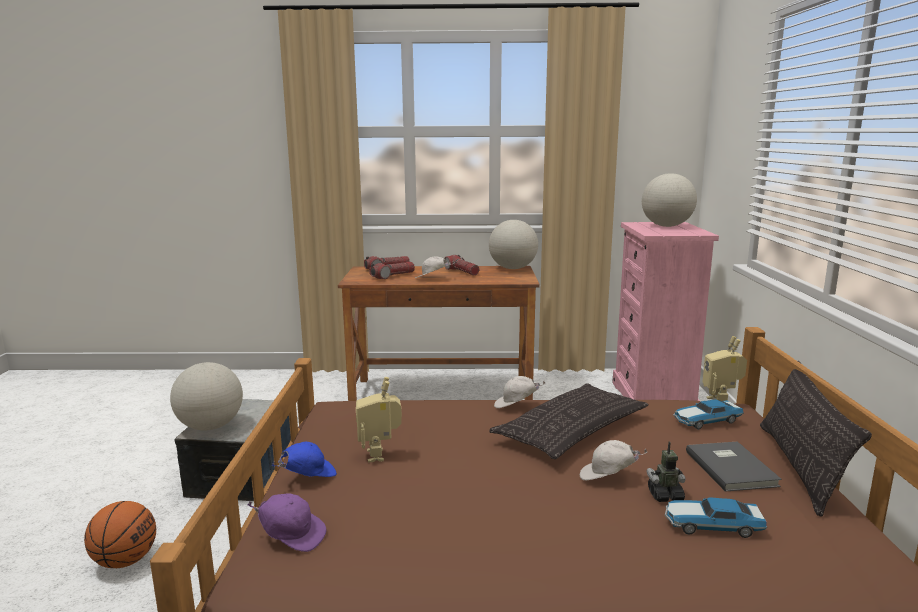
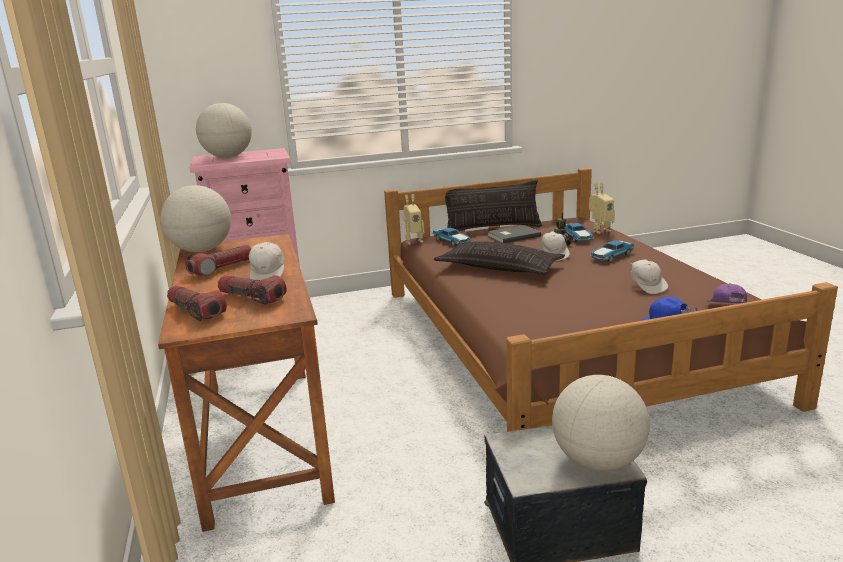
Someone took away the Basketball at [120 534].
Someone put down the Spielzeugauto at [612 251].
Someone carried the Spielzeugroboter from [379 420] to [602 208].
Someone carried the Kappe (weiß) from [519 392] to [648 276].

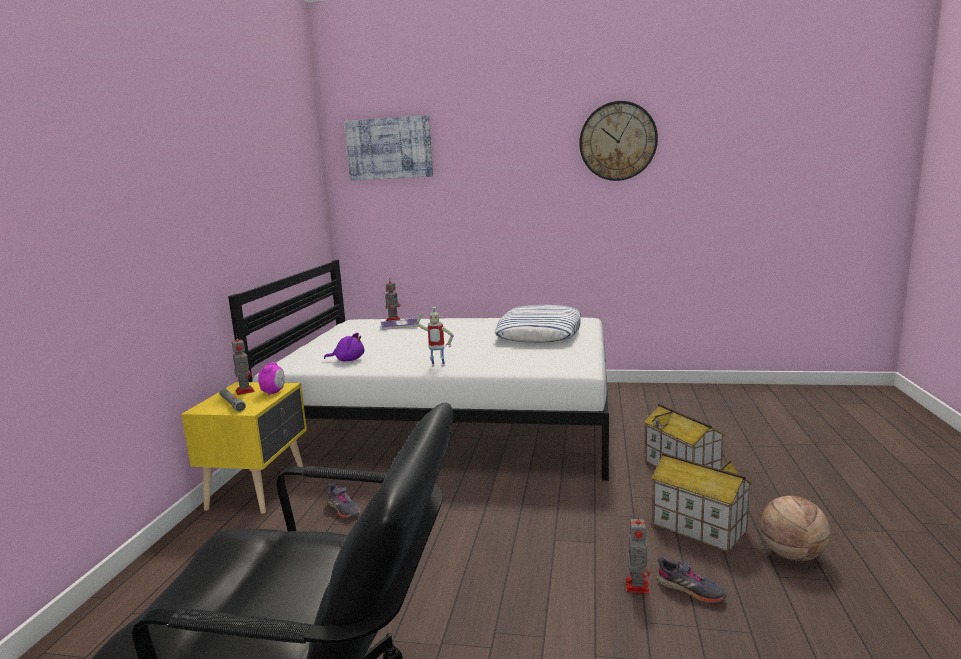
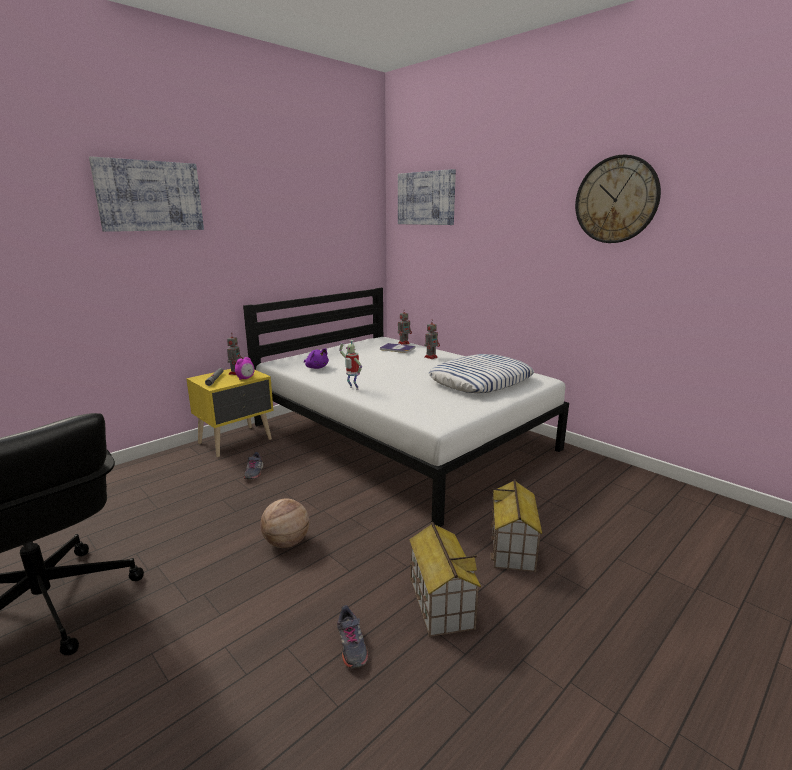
Someone put up the Bild at [146 194].
Someone carried the Spielzeugroboter from [637 553] to [432 339].
Someone carried the Basketball from [795 528] to [284 523].

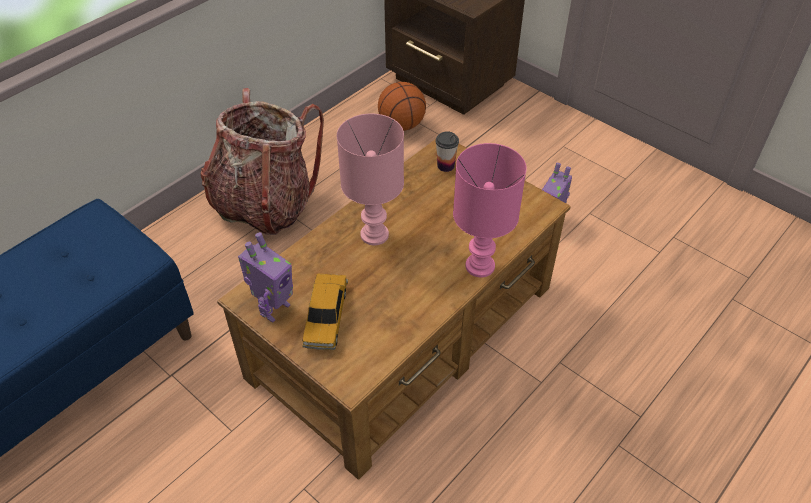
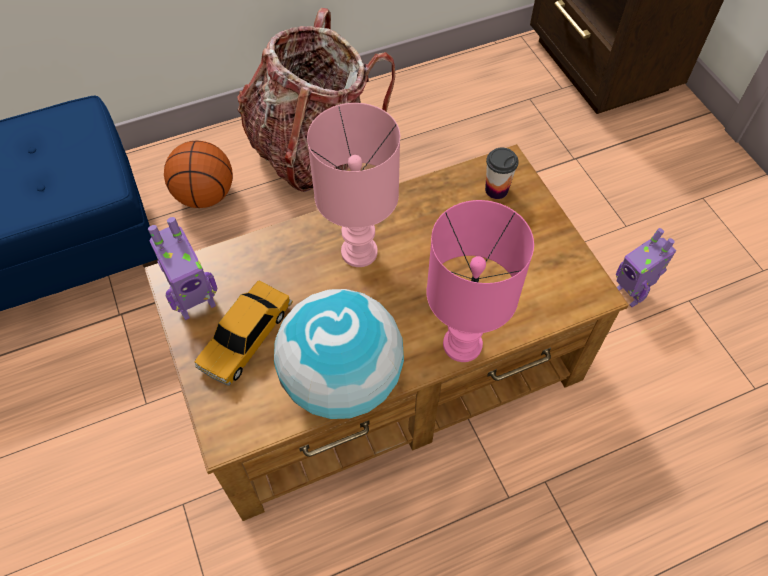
Someone put down the Globus at [339 354].
Someone carried the Basketball from [402 106] to [198 174].

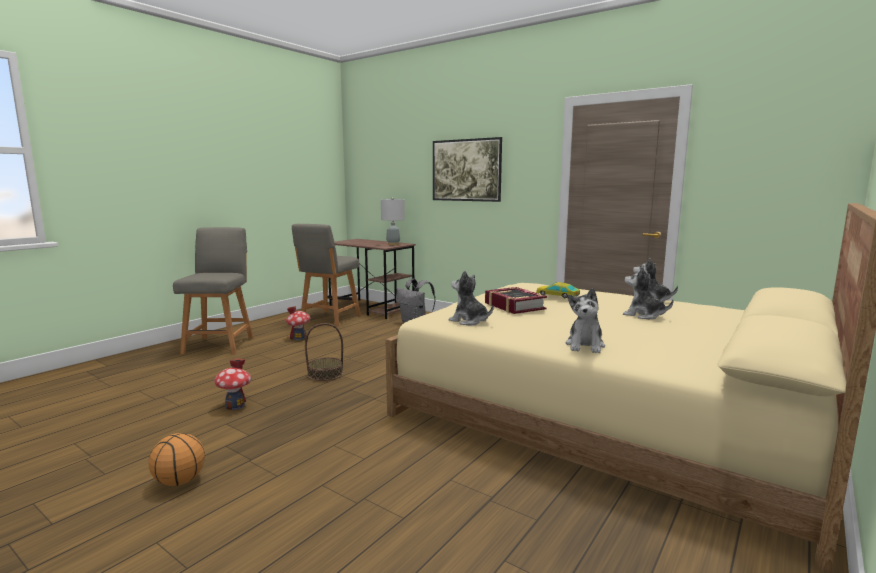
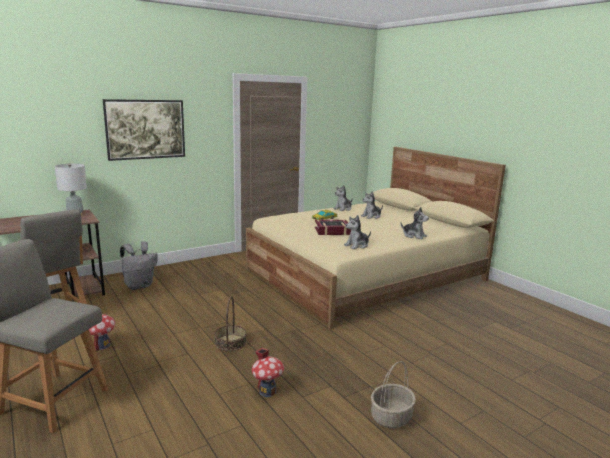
Someone swapped the Basketball at [177 459] for the Korb at [393 394].

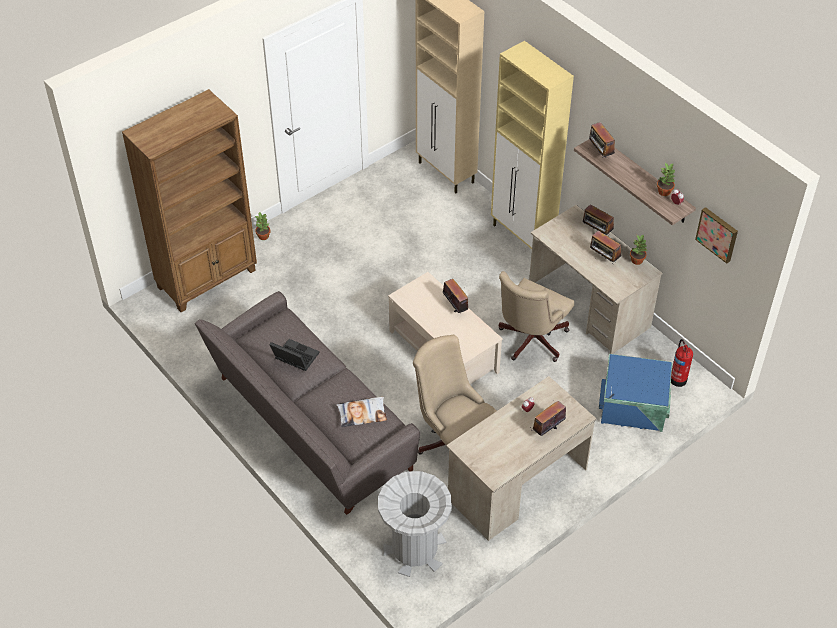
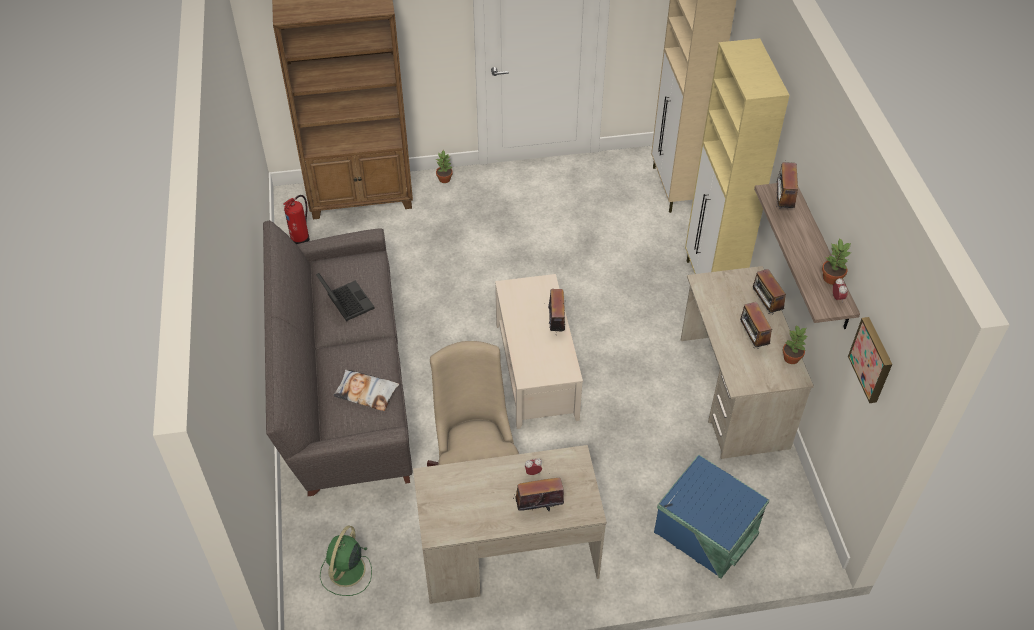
Someone took away the Bürostuhl (beige) at [536 316].
Someone carried the Feuerlöscher from [682 363] to [296 219].
Someone swapped the Mülleimer (grau) at [415 524] for the Ventilator (grün) at [346 561].

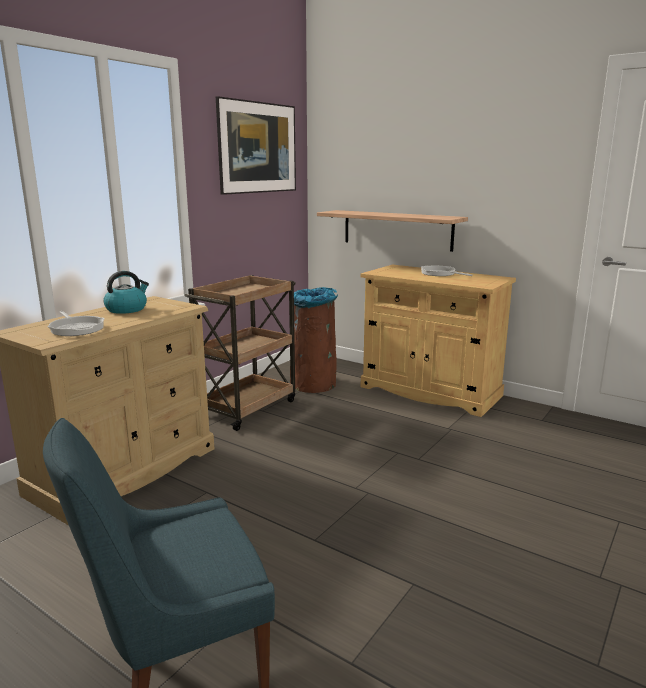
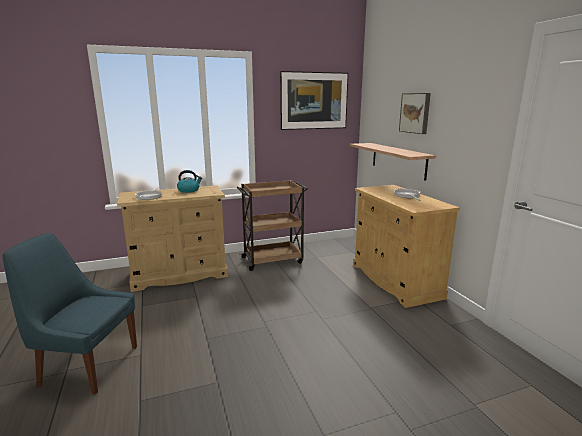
Someone took away the Mülleimer (braun) at [314 340].
Someone put up the Bild at [415 113].

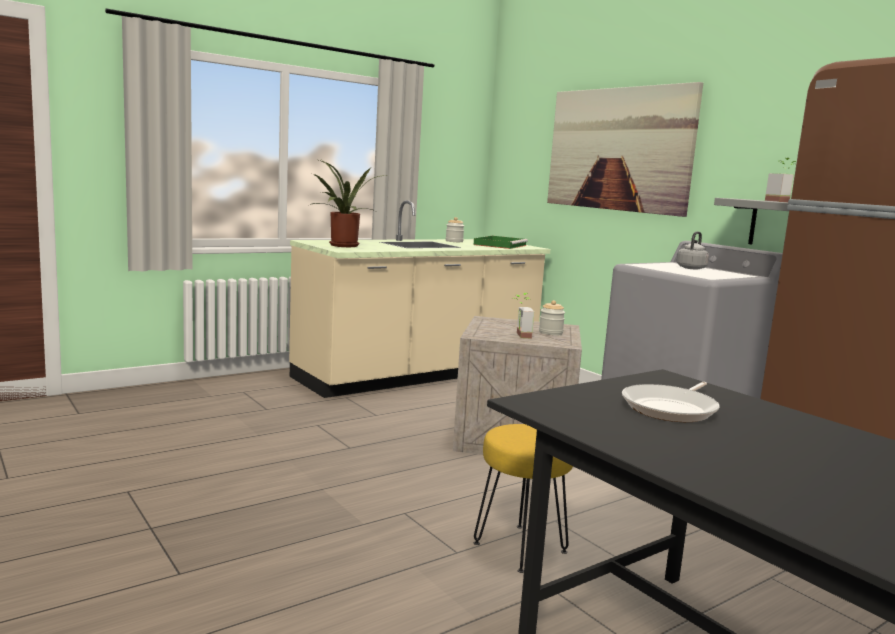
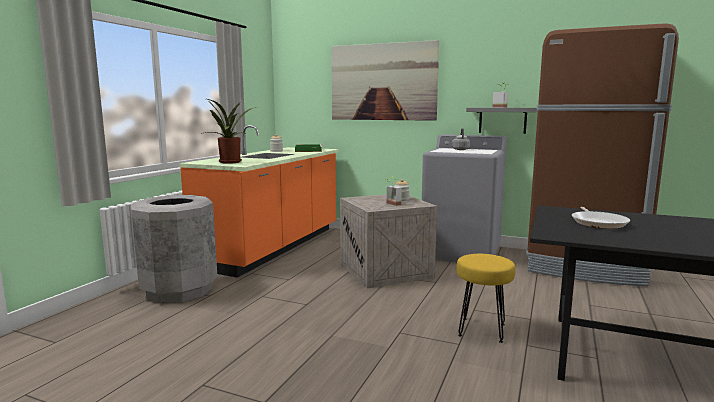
Someone put down the Mülleimer (grau) at [174 249].
Someone repainted the Küchenzeile (beige) at [420 299], which became the Küchenzeile (orange) at [259 201].

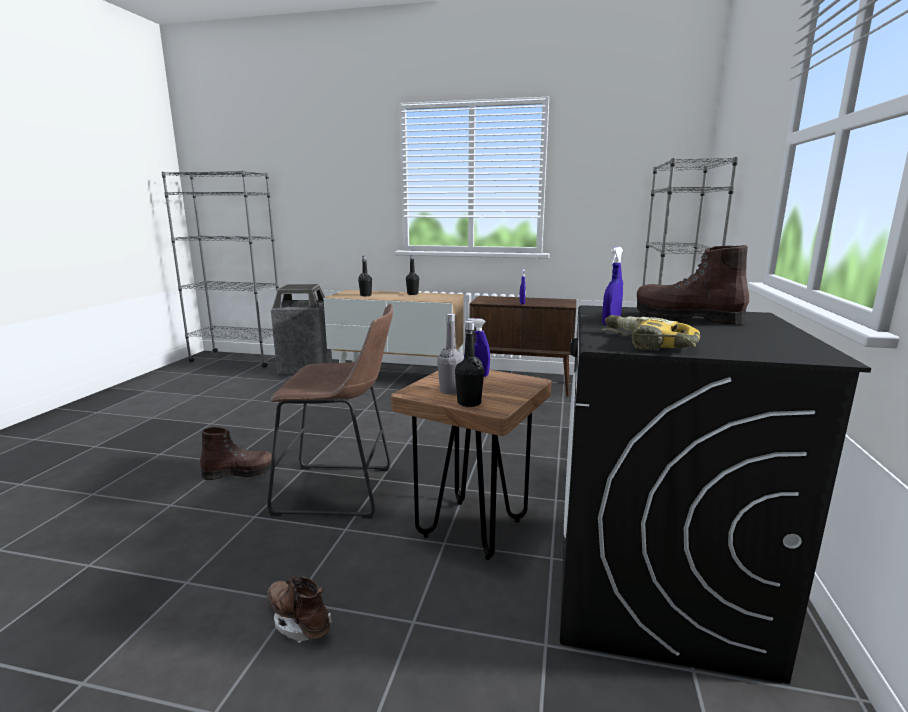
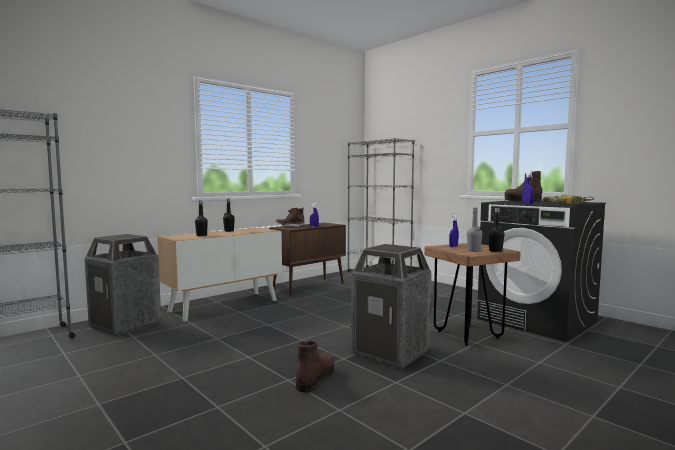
Someone carried the Stiefel (braun) from [299 609] to [290 217].
Someone swapped the Hocker (braun) at [330 411] for the Mülleimer at [391 307].

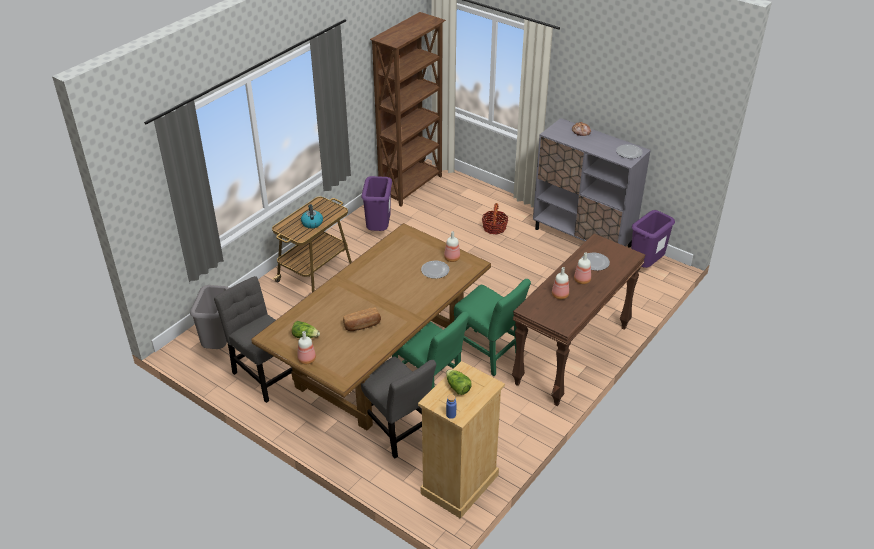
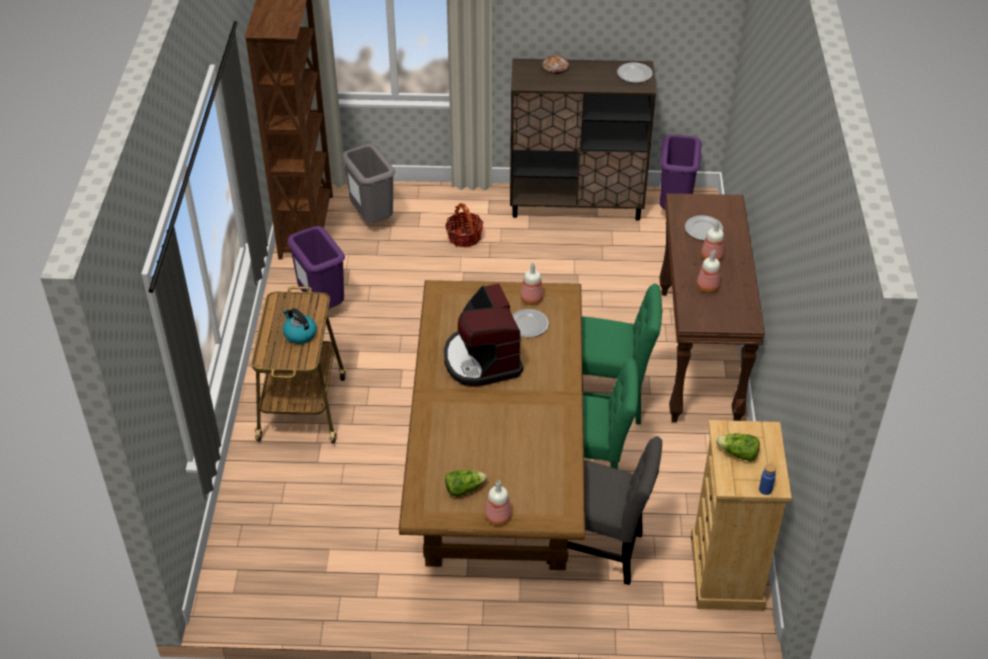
Someone took away the Stuhl (grau) at [253 339].
Someone took away the Brot at [362 319].
Someone put down the Kaffeemaschine at [483 335].
Someone carried the Mülleimer (grau) from [209 317] to [368 183].
Someone repainted the Schrank (grau) at [592 183], which became the Schrank (braun) at [583 140].

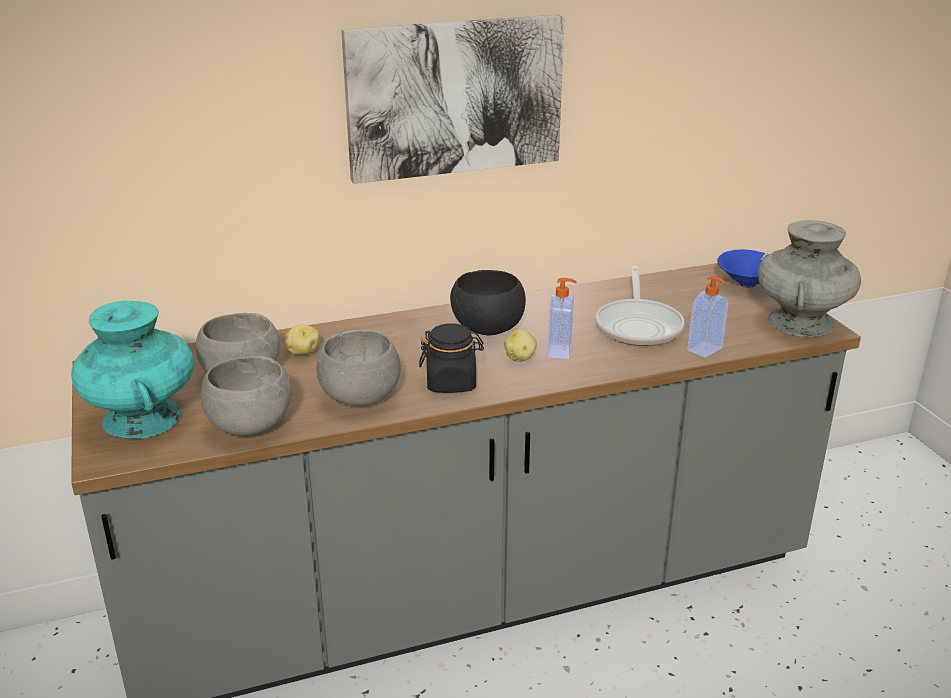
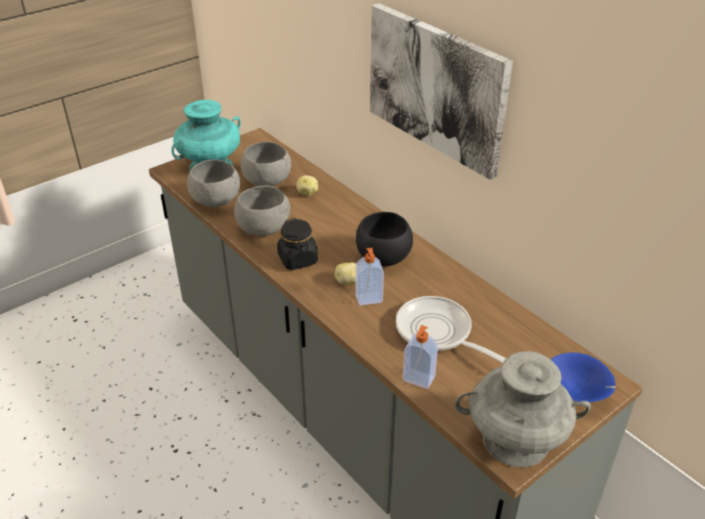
Someone rotated the Pfanne at [640 306] by 60 degrees clockwise.

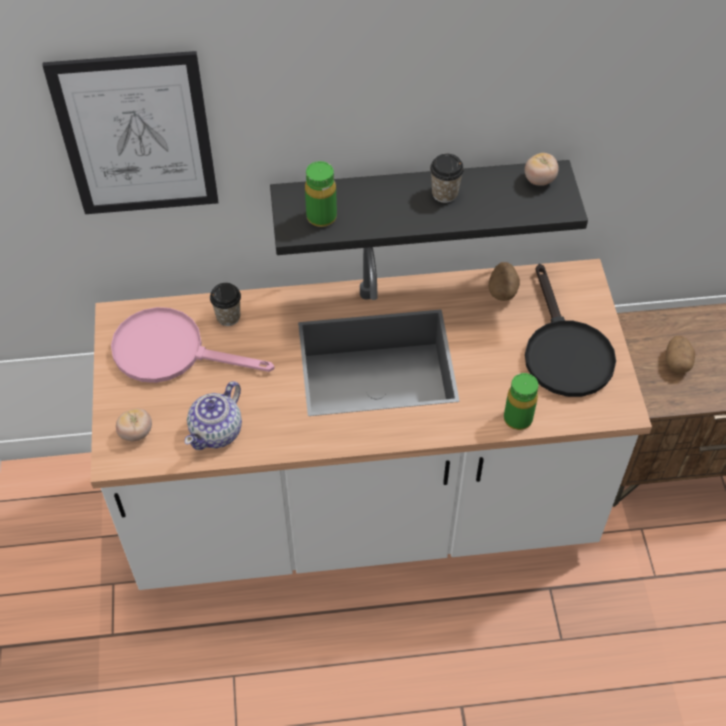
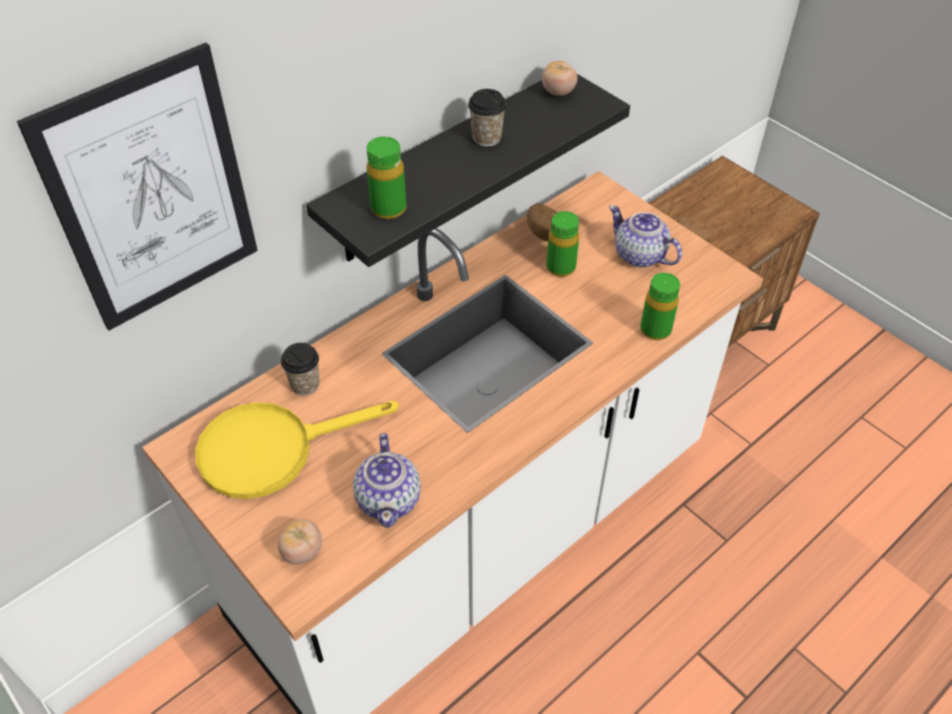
Someone put down the Flasche (grün) at [562 244].
Someone swapped the Pfanne (schwarz) at [570 330] for the Teekanne at [645 236].
Someone repainted the Pfanne (rosa) at [193 345], which became the Pfanne (gelb) at [297 450].

